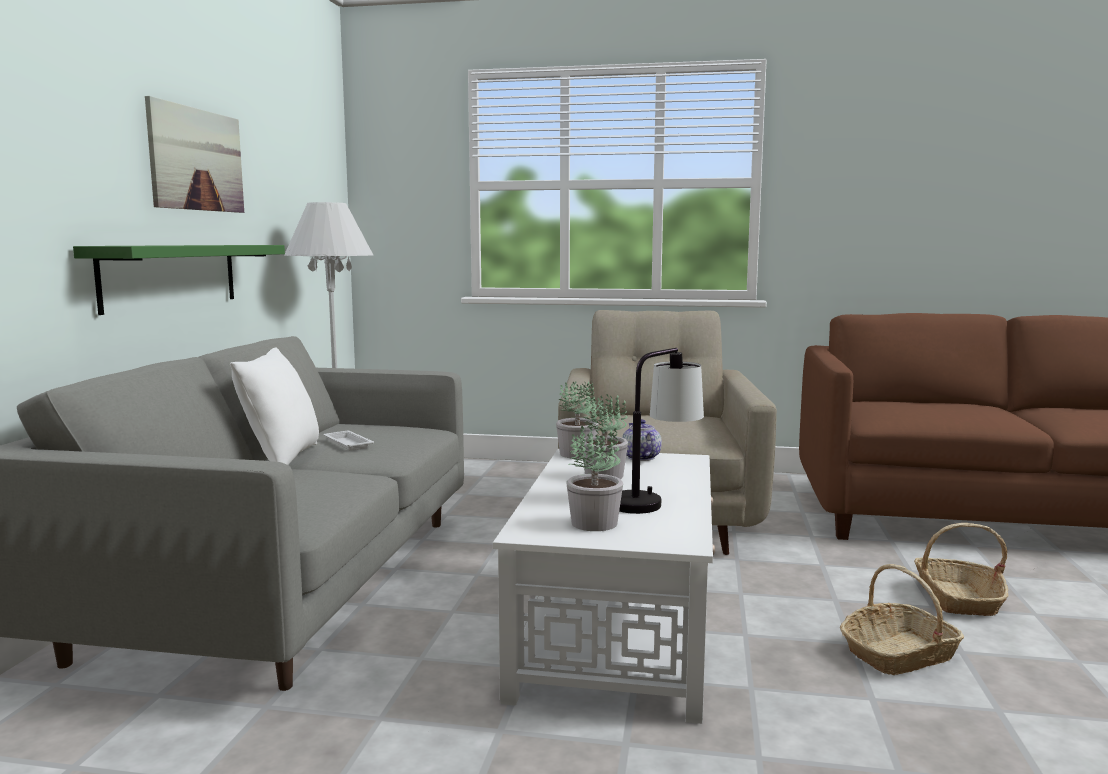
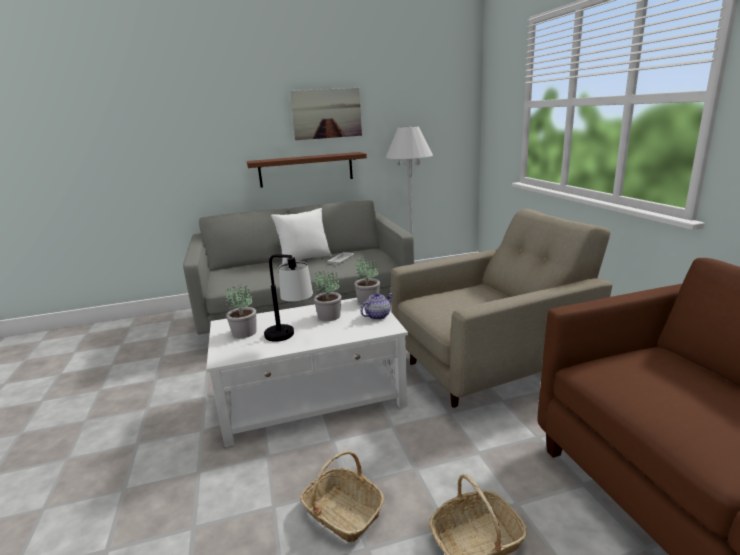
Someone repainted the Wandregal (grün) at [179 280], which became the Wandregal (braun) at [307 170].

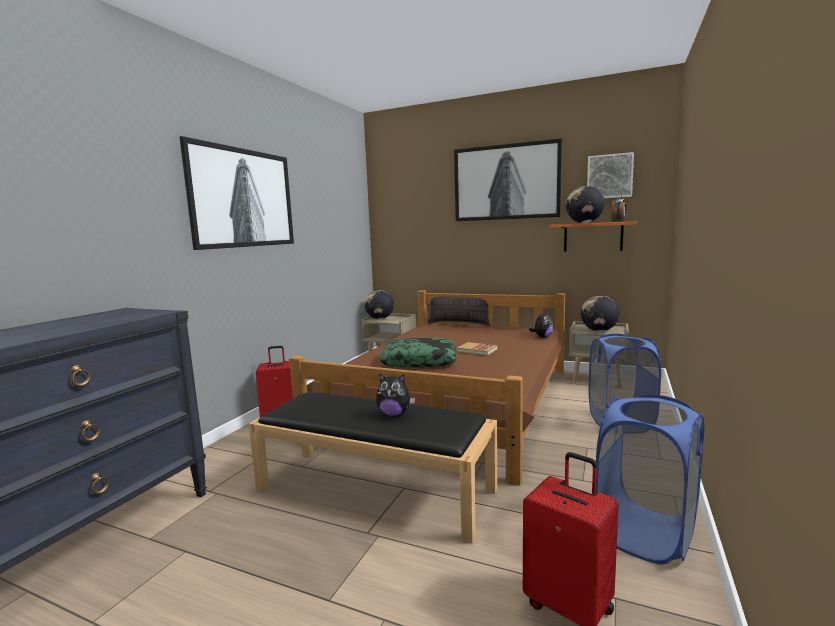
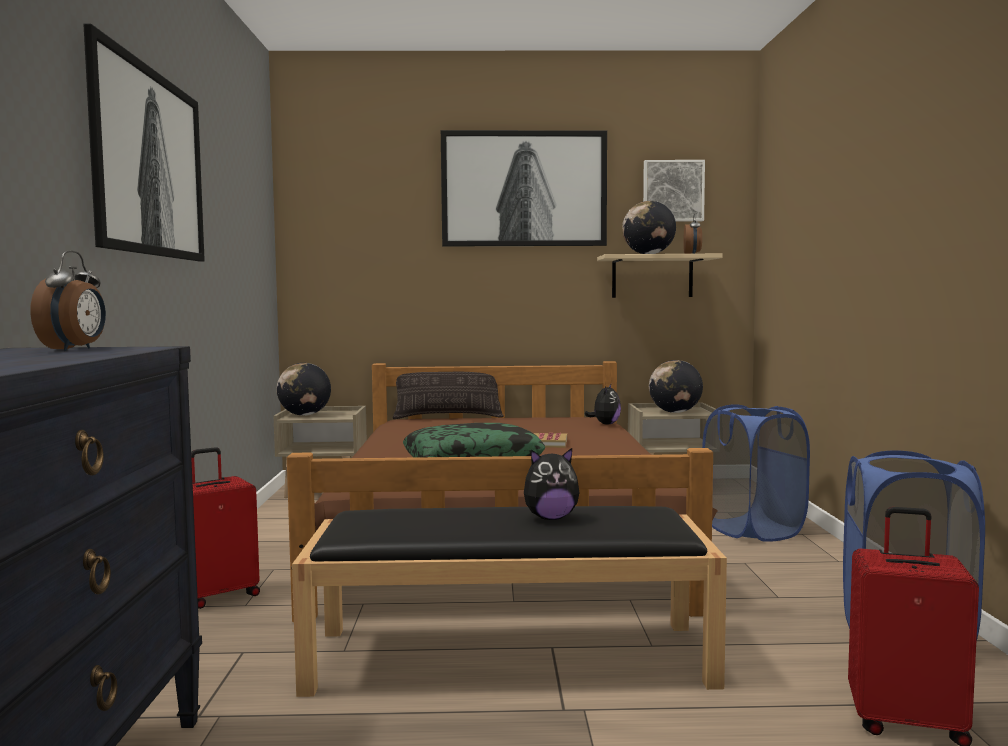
Someone put down the Wecker at [68 301].
Someone repainted the Wandregal (orange) at [593 236], which became the Wandregal (beige) at [659 276].

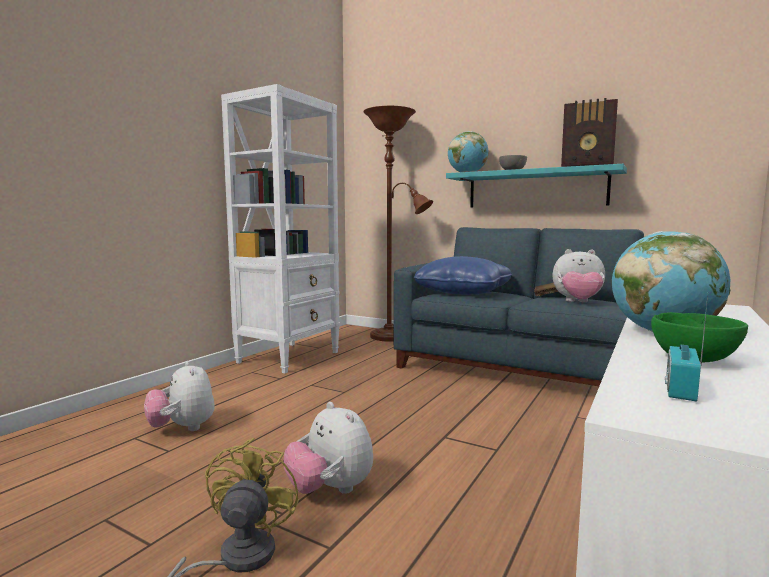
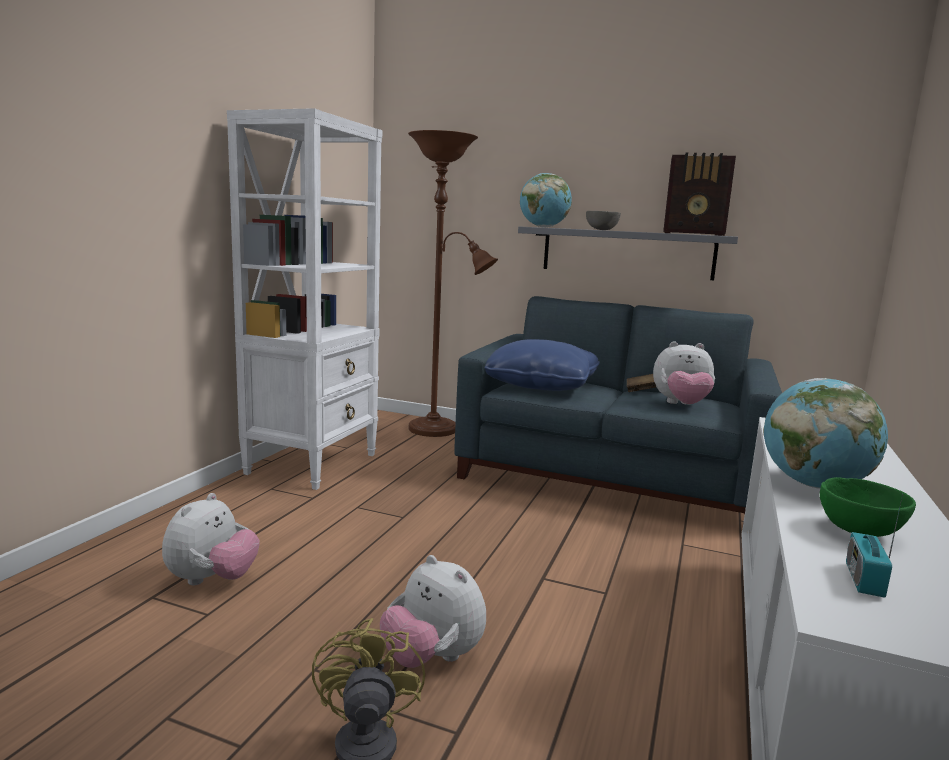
Someone repainted the Wandregal (türkis) at [536 186], which became the Wandregal (grau) at [628 253].
Someone rotated the Plüschtier at [179 396] by 120 degrees counterclockwise.

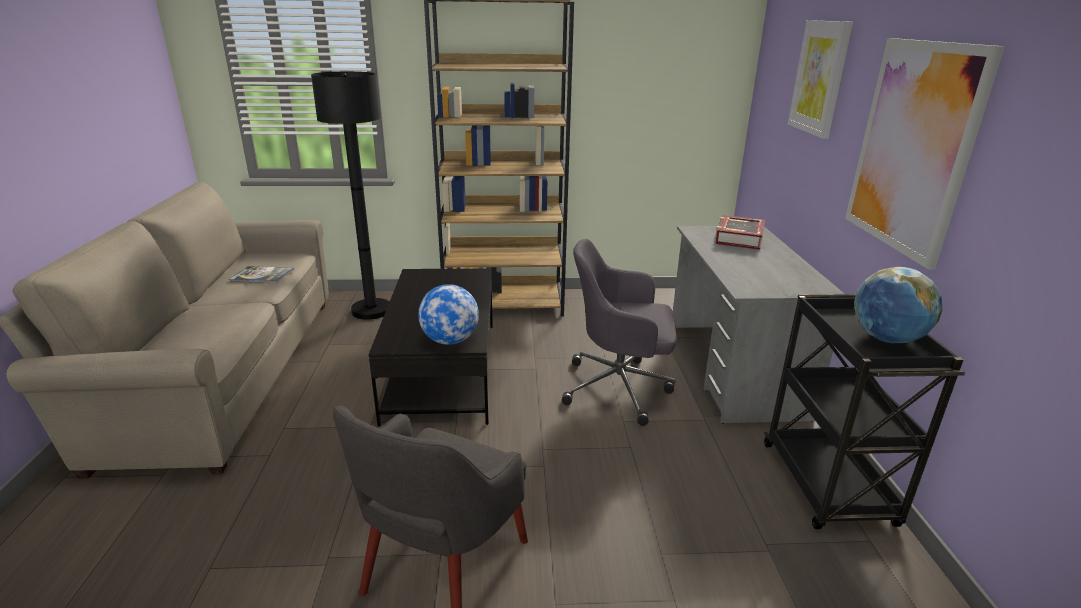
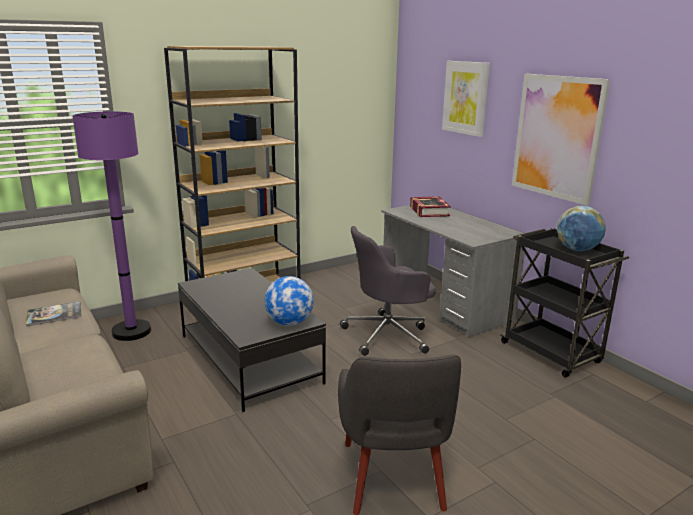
Someone repainted the Stehlampe (schwarz) at [350 195], which became the Stehlampe (lila) at [111 226].

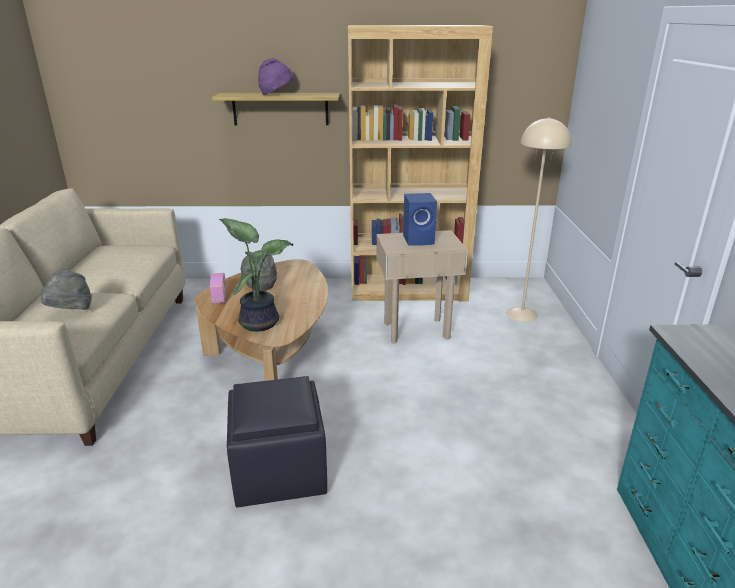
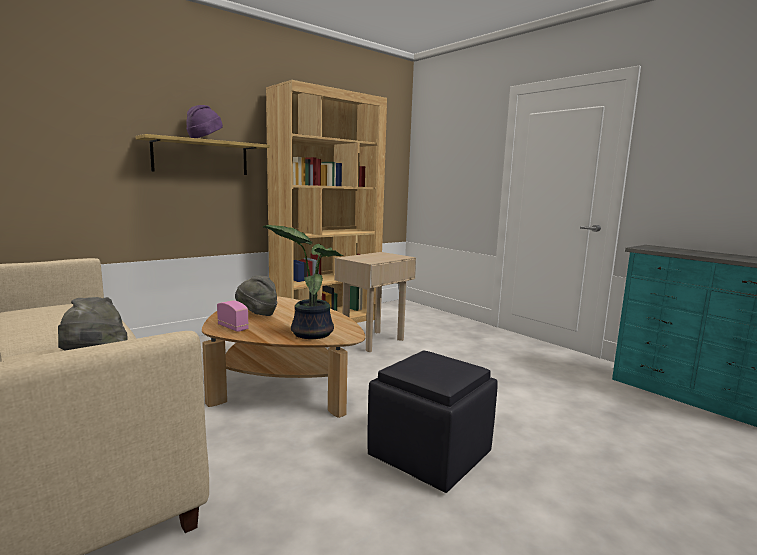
Someone took away the Lautsprecher (blau) at [420 219].
Someone took away the Stehlampe (beige) at [538 219].

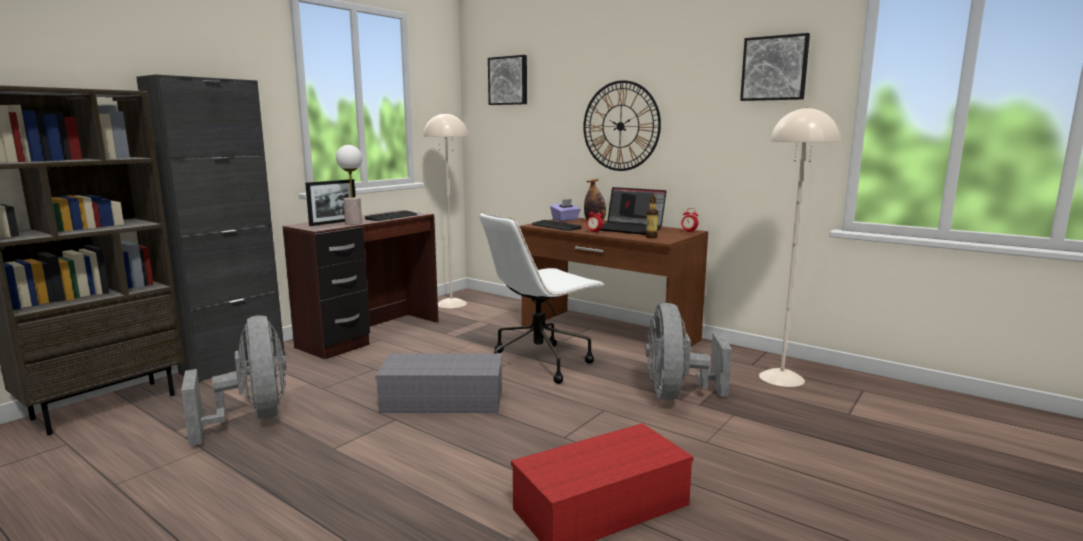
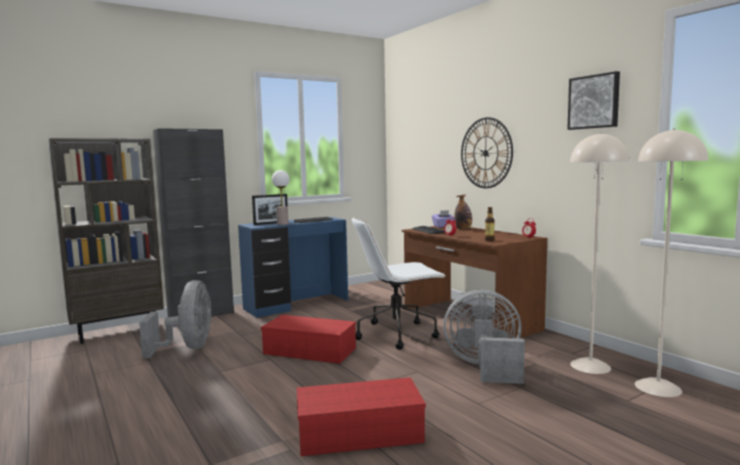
Someone took away the Bild at [507 80].
Someone took away the Laptop at [633 211].
Someone carried the Stehlampe (beige) from [446 210] to [671 262].
Someone repainted the Schreibtisch (braun) at [360 285], which became the Schreibtisch (blau) at [293 267].
Someone repainted the Aufbewahrungsbox (grau) at [438 383], which became the Aufbewahrungsbox (rot) at [308 339].
Someone rotated the Ventilator (grau) at [689 351] by 75 degrees clockwise.

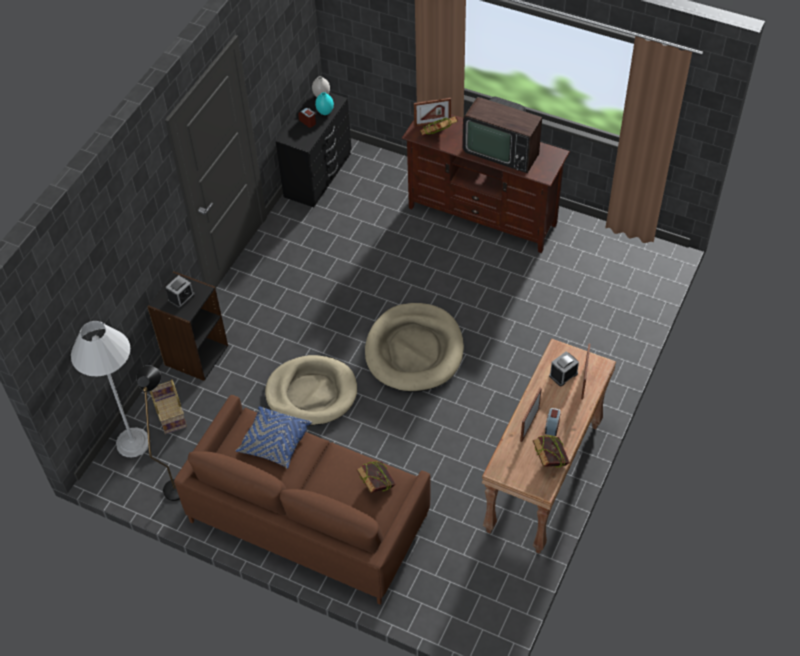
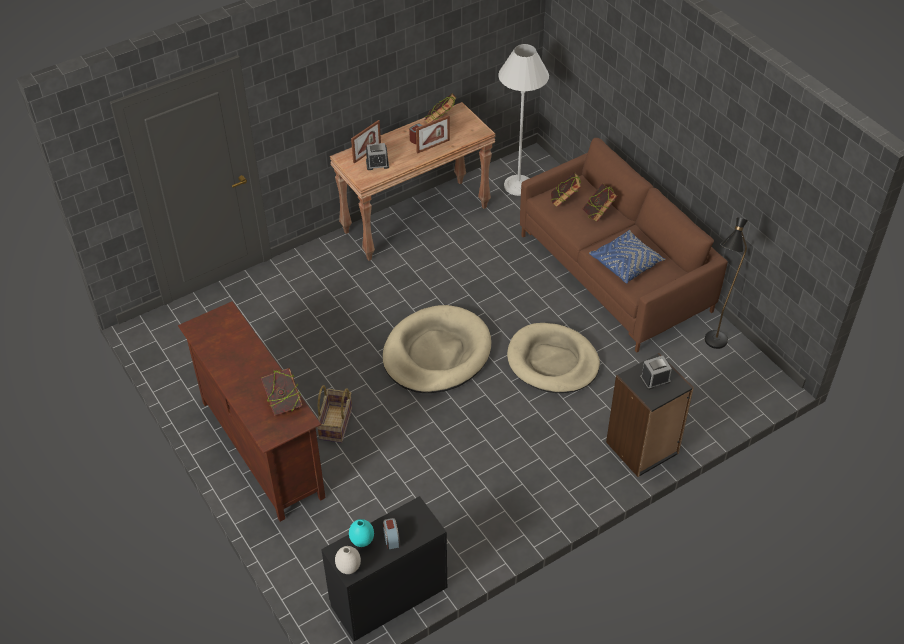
Someone took away the Bilderrahmen at [432 112].
Someone took away the Fernseher at [502 135].
Someone put down the Buch at [599 202].
Someone carried the Stehlampe (weiß) from [109 389] to [523 120].
Someone carried the Korb from [168 406] to [334 414].

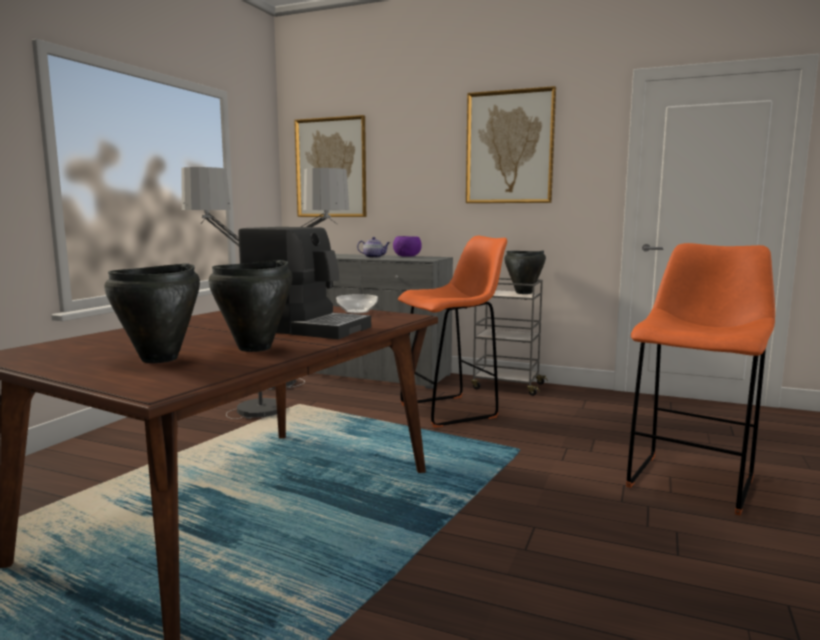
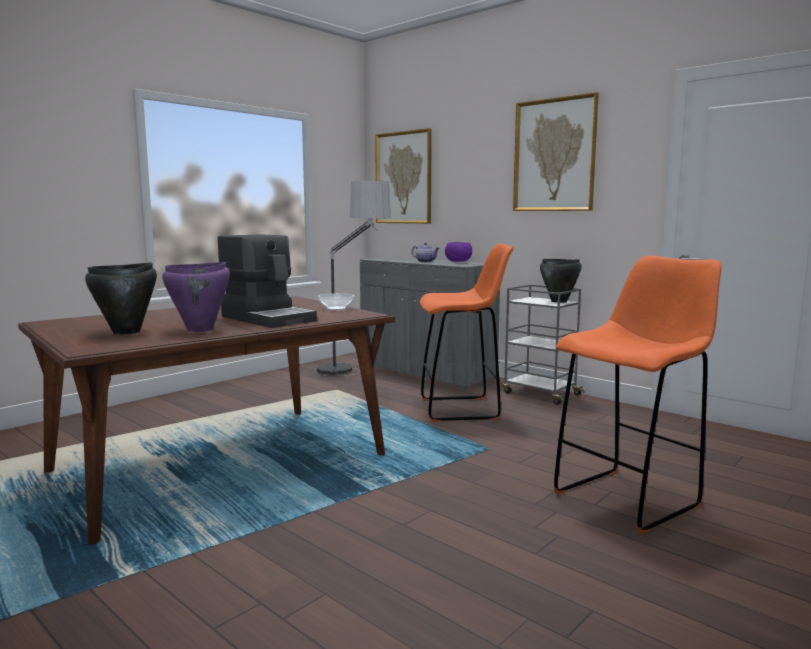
Someone took away the Stehlampe at [229 293].
Someone repainted the Kochtopf (schwarz) at [250 306], which became the Kochtopf (lila) at [196 297].

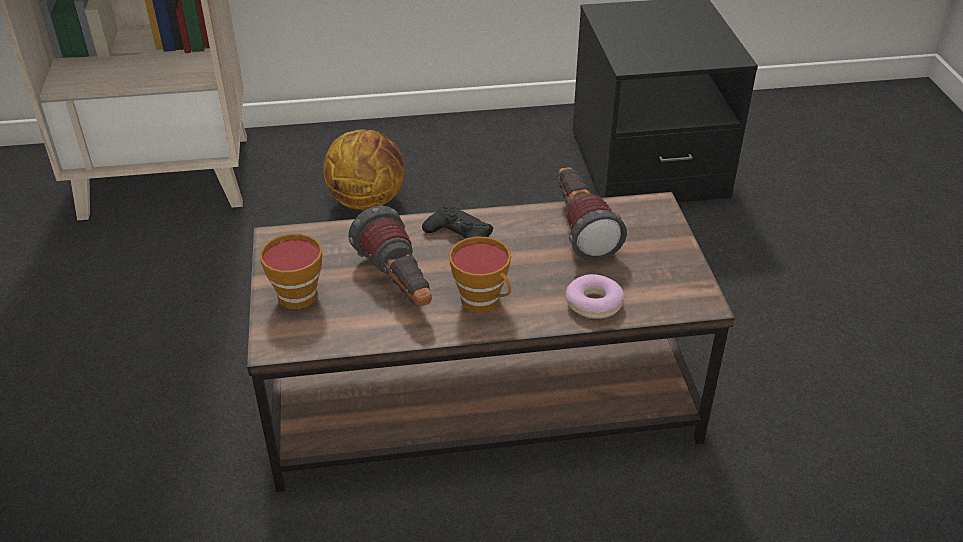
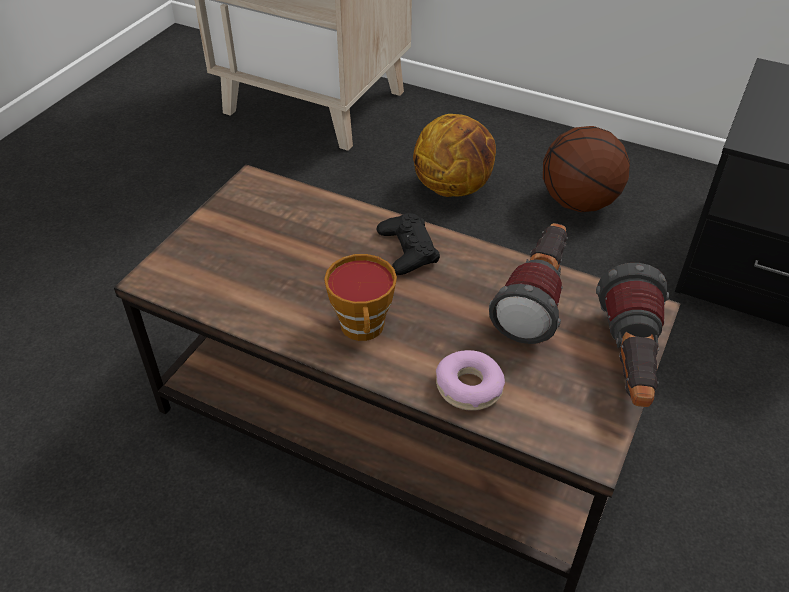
Someone took away the Tasse at [291 271].
Someone put down the Basketball at [586 169].
Someone carried the Taschenlampe from [390 255] to [632 335].

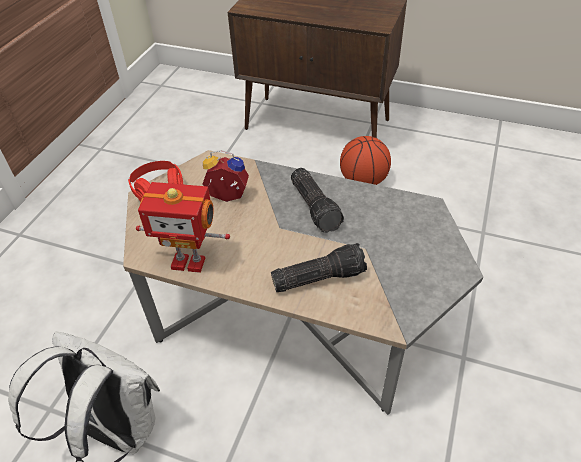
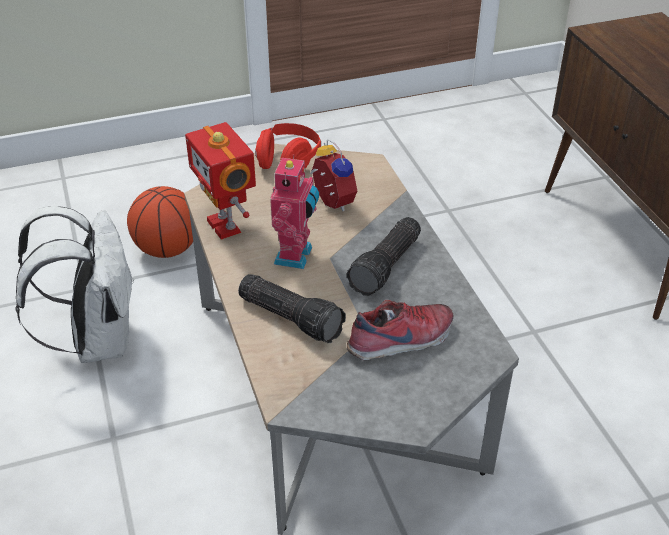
Someone put down the Spielzeugroboter at [294 211].
Someone put down the Schuh at [400 330].
Someone carried the Basketball from [365 160] to [160 222].

